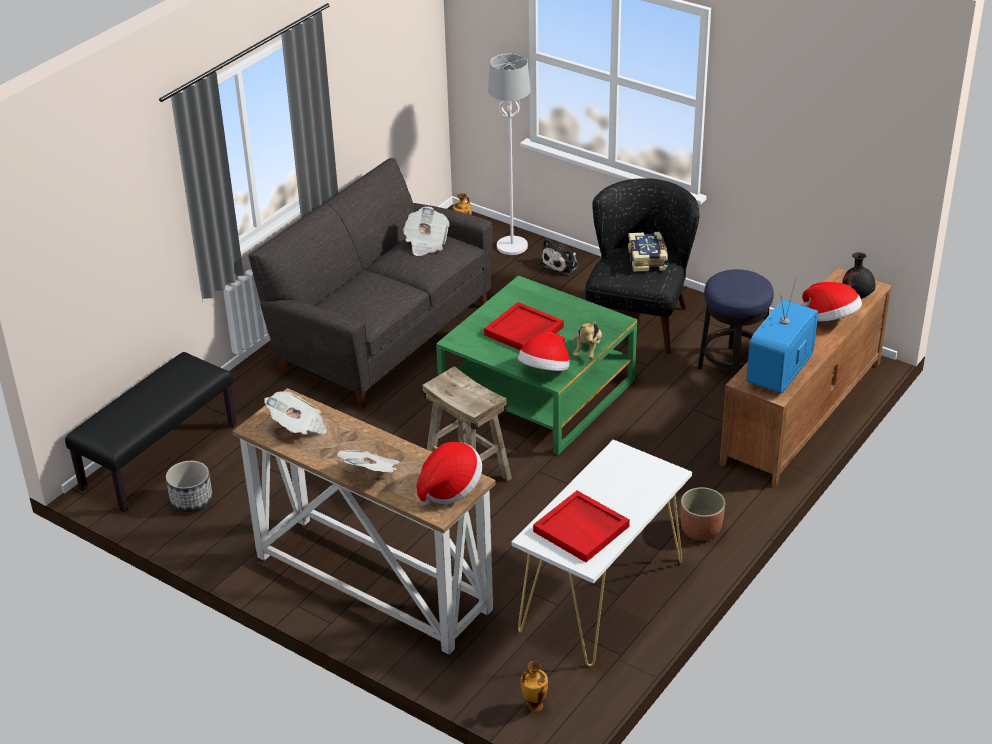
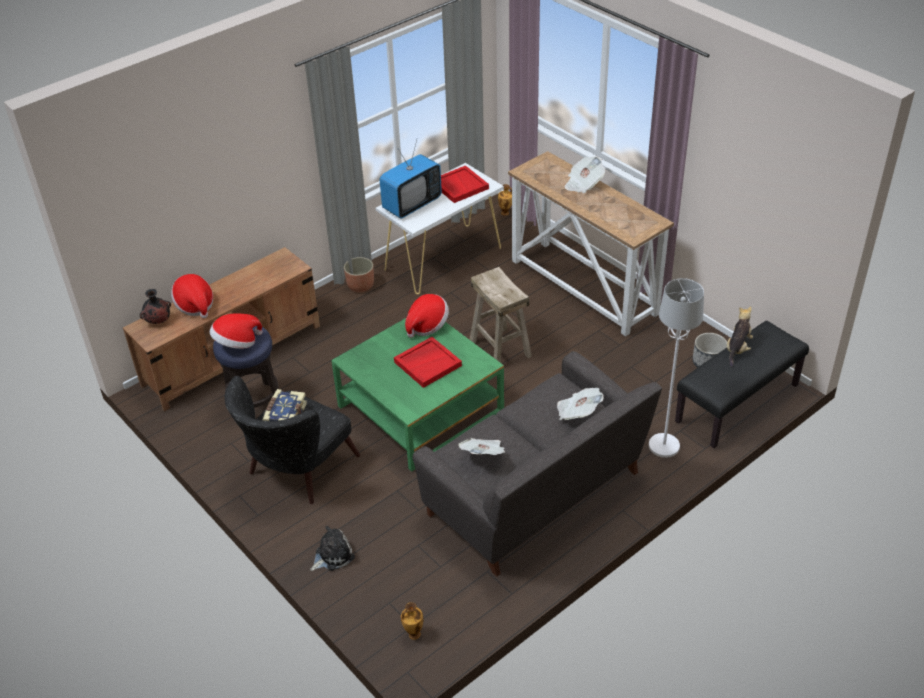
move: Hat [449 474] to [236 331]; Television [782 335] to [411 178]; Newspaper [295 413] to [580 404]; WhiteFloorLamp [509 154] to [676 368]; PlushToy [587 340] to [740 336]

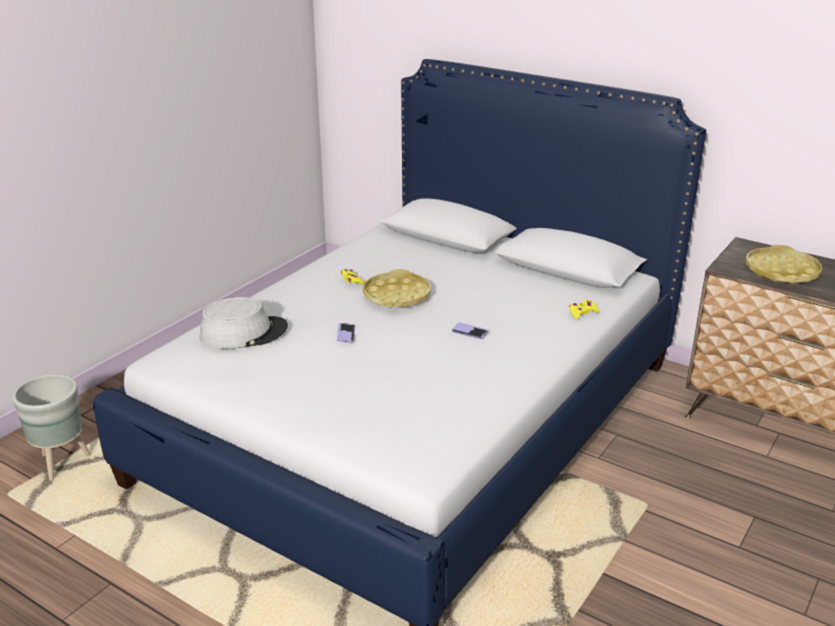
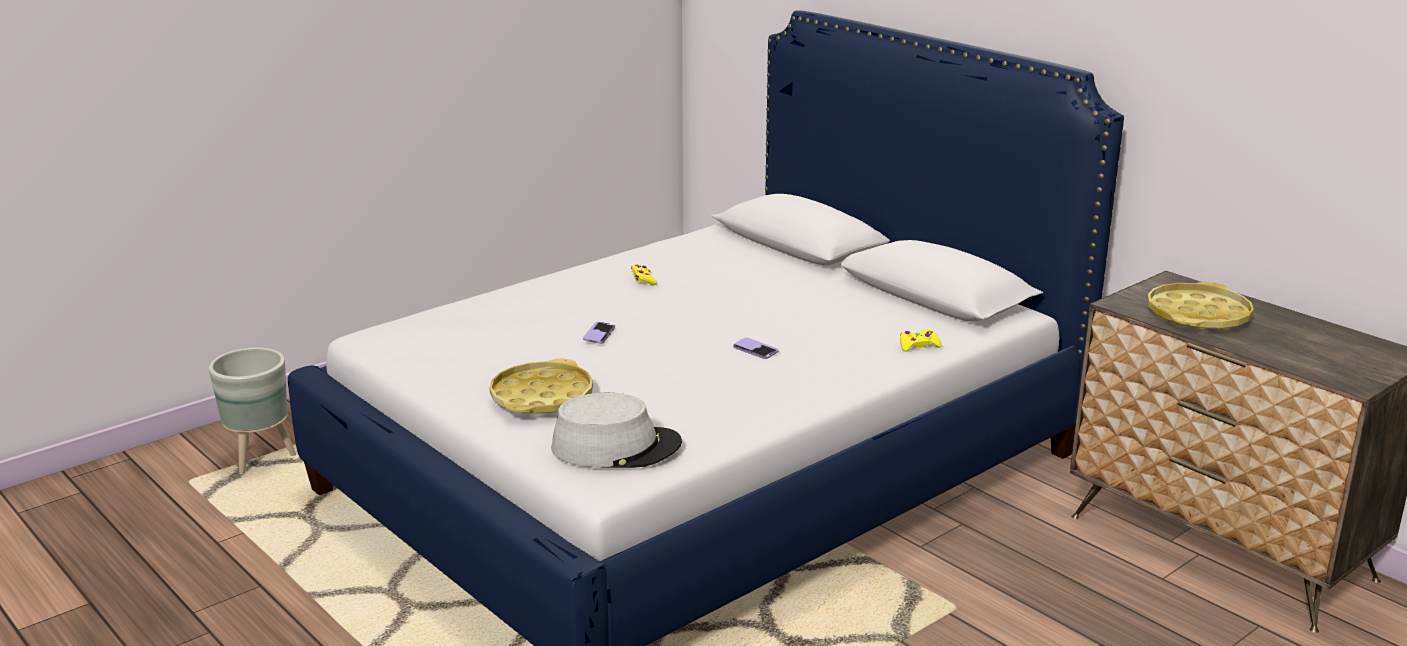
move: YellowTray [397 288] to [541 386]; GreyHat [244 323] to [617 430]

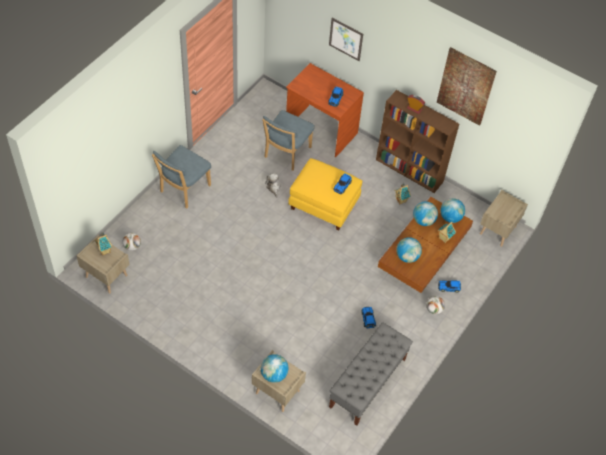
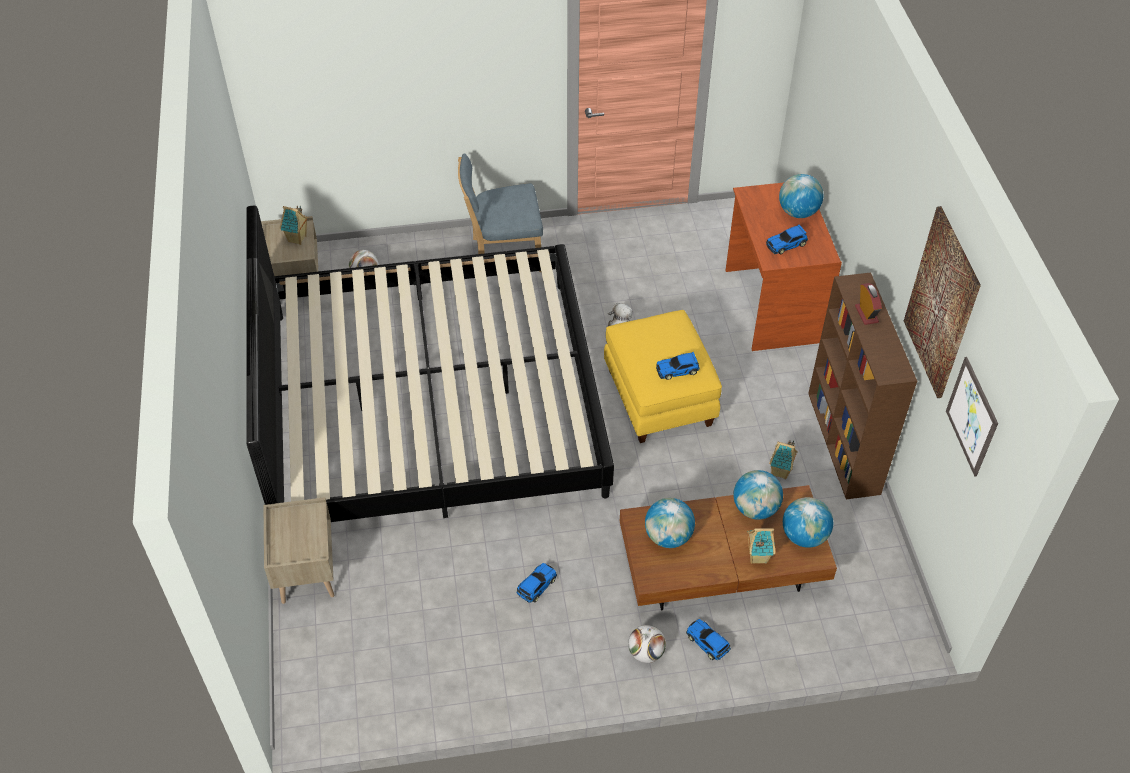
delete: BlueChair [288 140]; GreyBench [371 374]; BeigeNightstand [504 218]
insert: Bed [430 364]
move: Globe [274 368] to [801 196]; Picture [346 39] to [972 417]

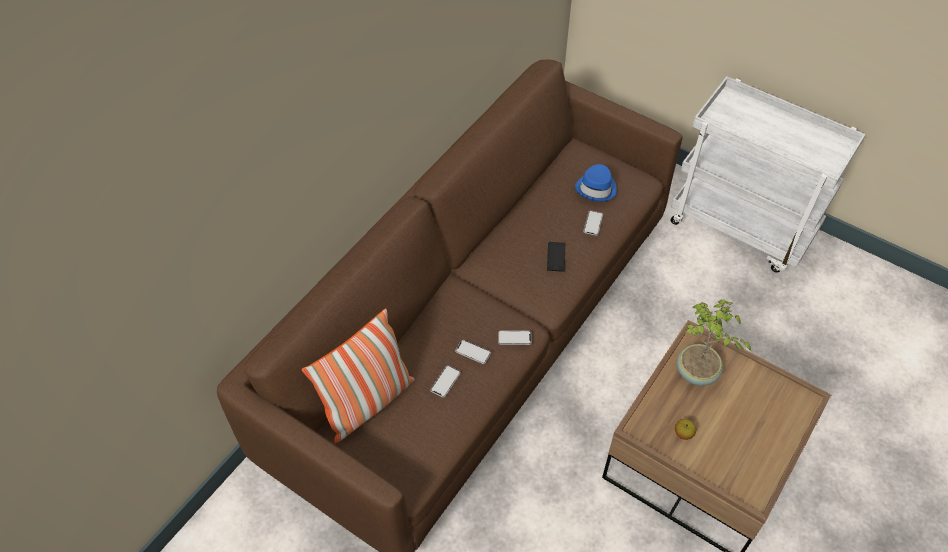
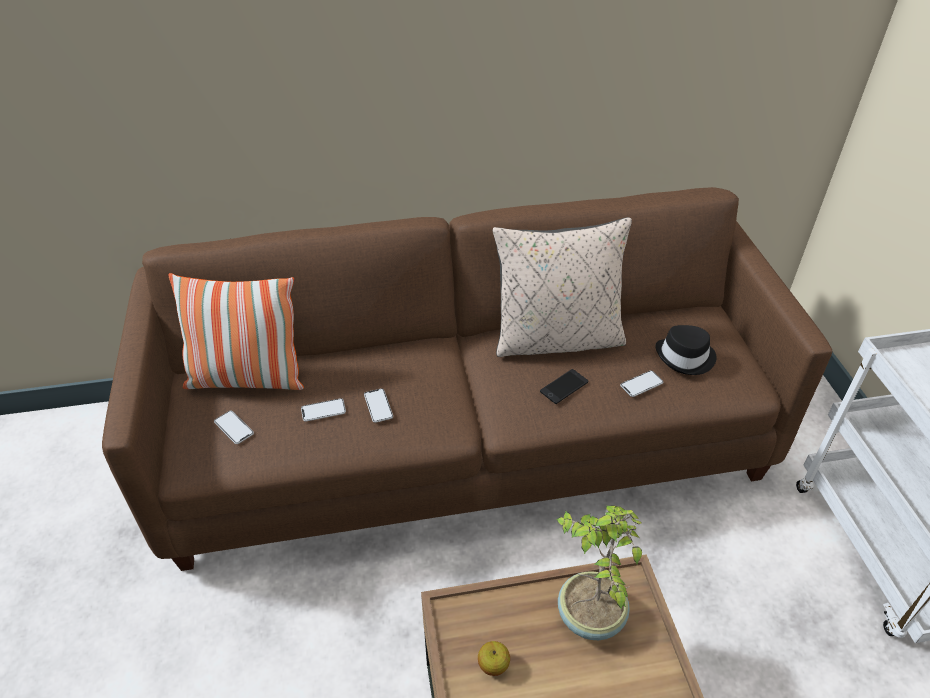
insert: BeigePillow [562 287]
move: Phone [514 337] to [234 427]
recolor: BlueHat [596 183] to BlackHat [686 350]

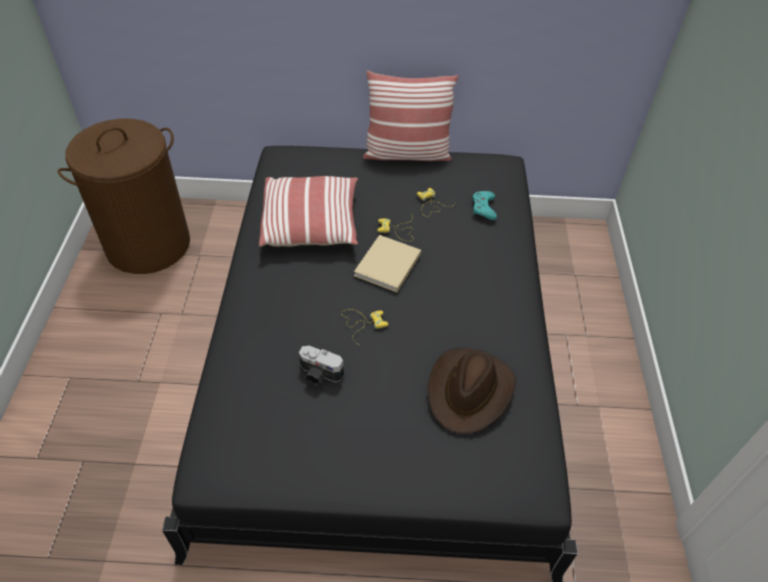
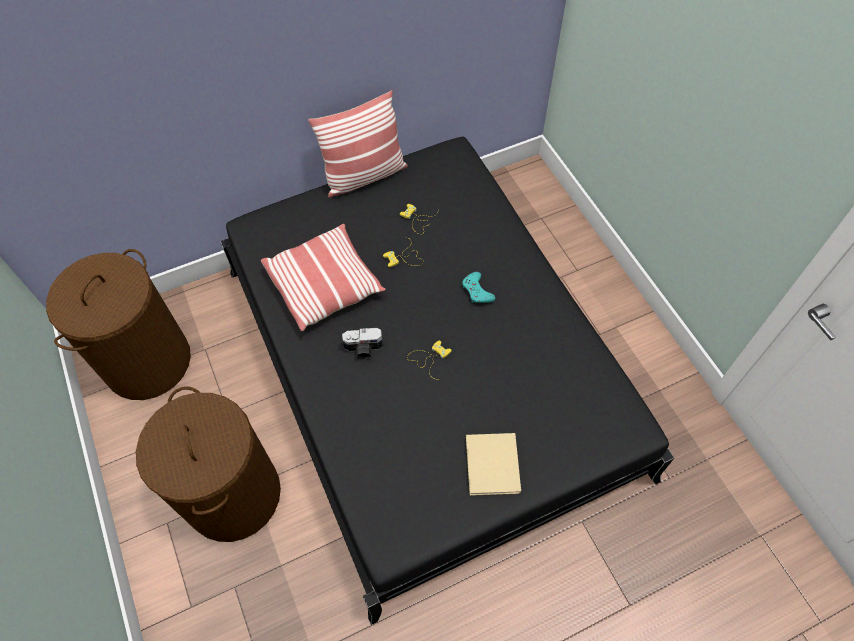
delete: BrownHat [472 391]
insert: BrownLaundryBasket [208 464]
move: PhotoCamera [321 366] to [362 344]; TurquoiseGameController [484 205] to [478 287]; BeigeBook [387 263] to [493 464]

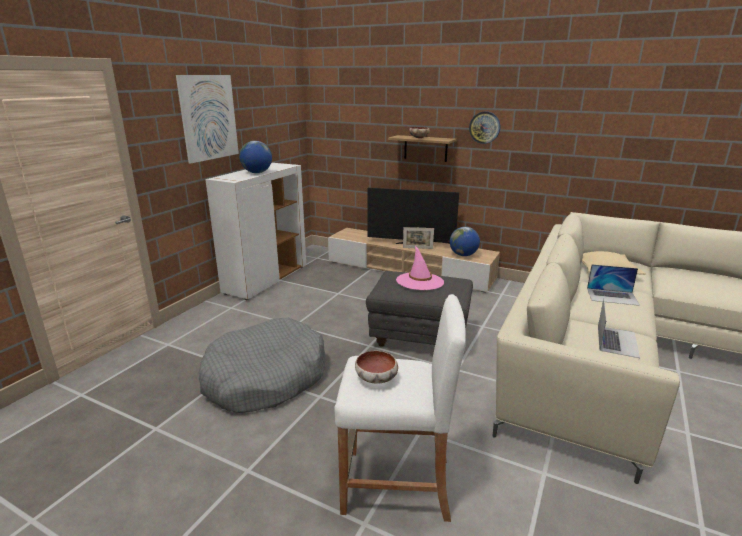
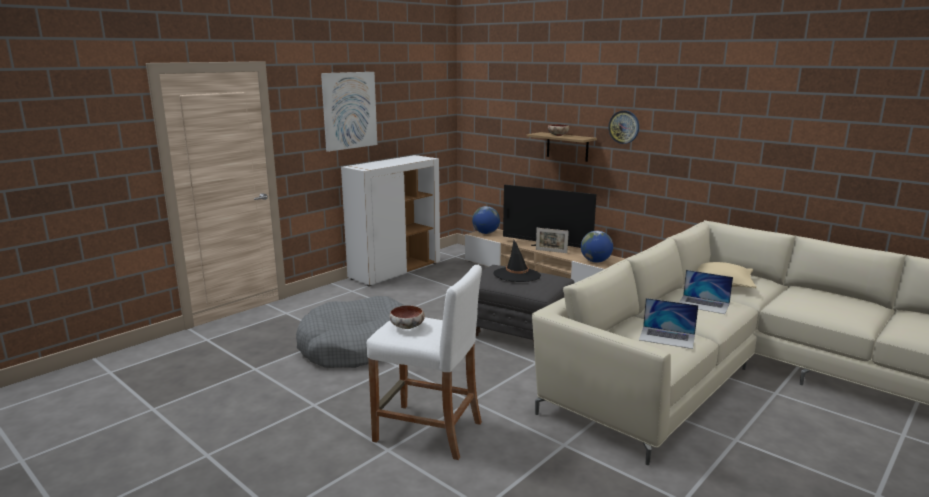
move: Globe [255 157] to [486 220]
recolor: PinkHat [420 268] to BlackHat [517 261]
rotate: Laptop [619 328] = [668 323] 75 degrees clockwise

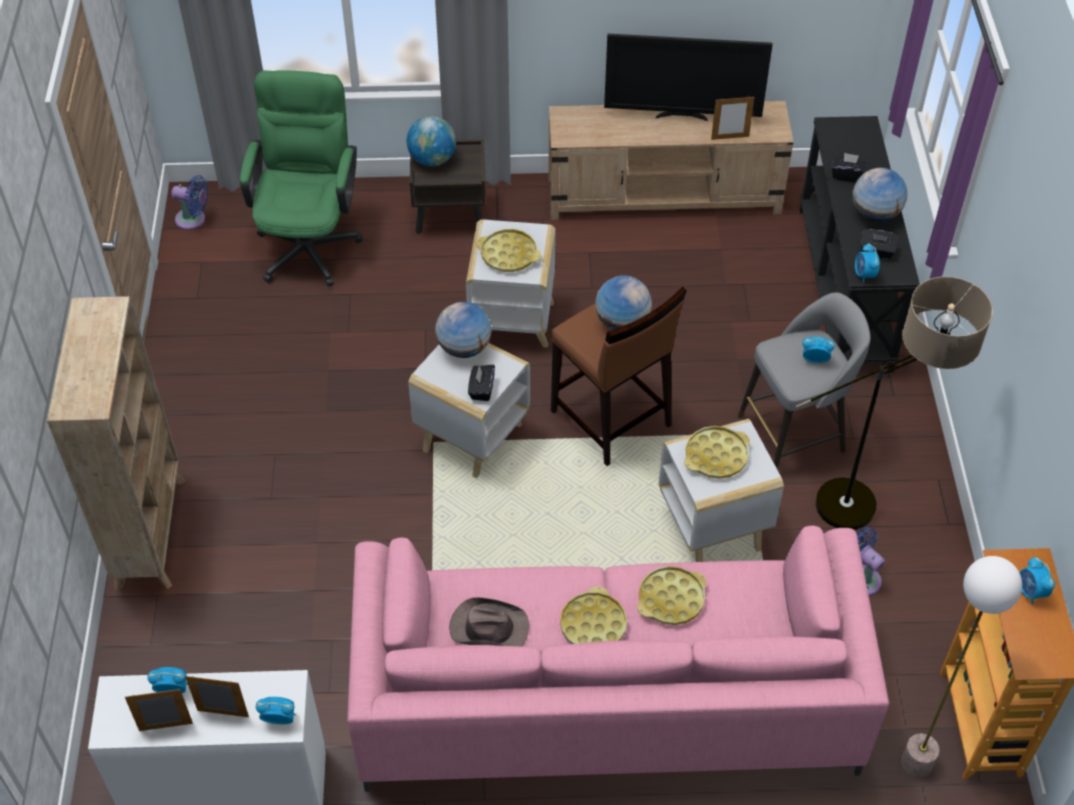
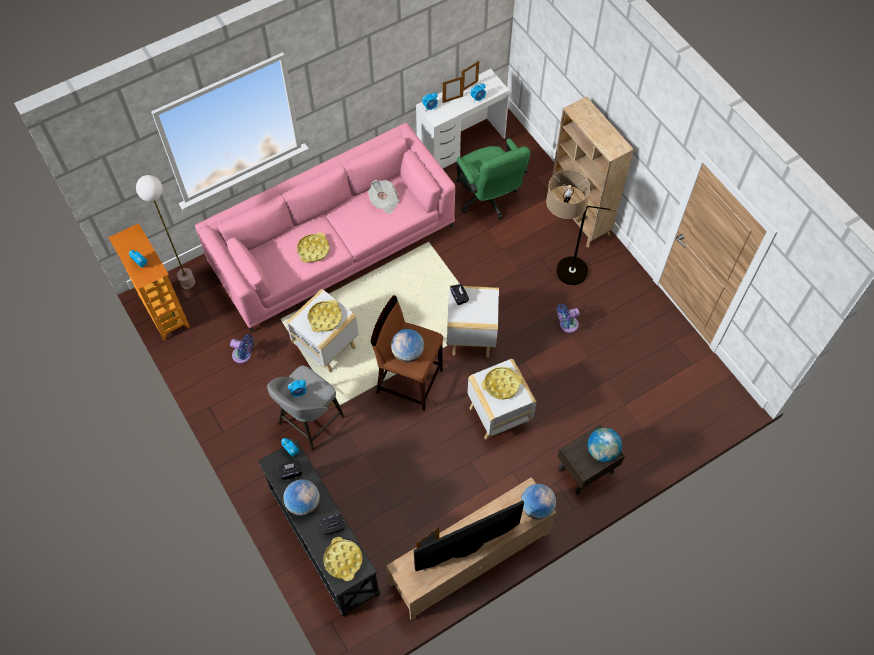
move: YellowTray [593 615] to [342 559]; GreenOfficeChair [301 178] to [493 178]; Globe [463 330] to [538 502]; FloorLamp [894 403] to [580 227]; BlueFan [189 202] to [568 318]
replace: BrownHat [489 622] to Newspaper [384 197]

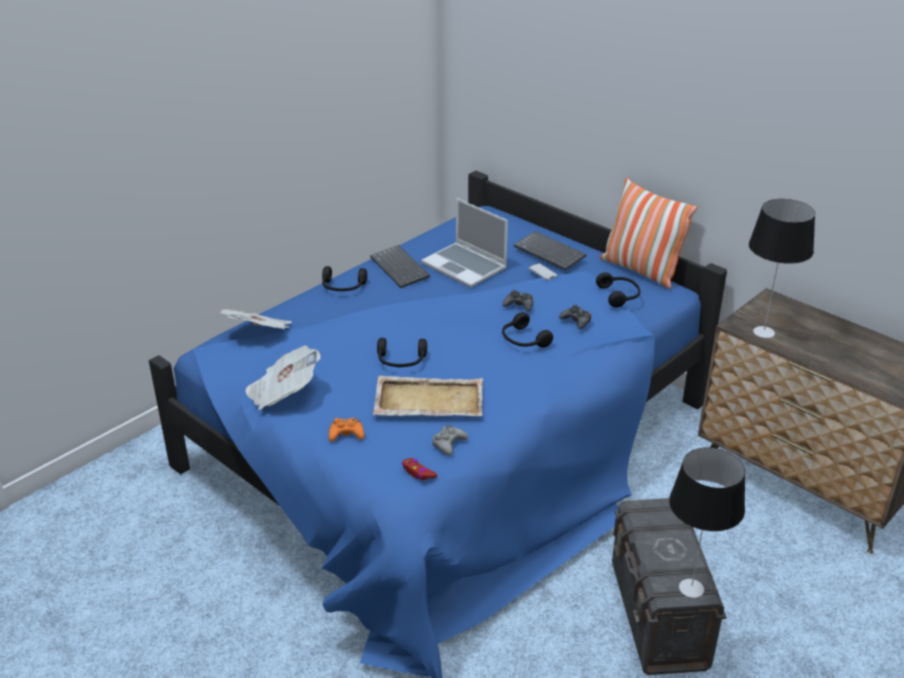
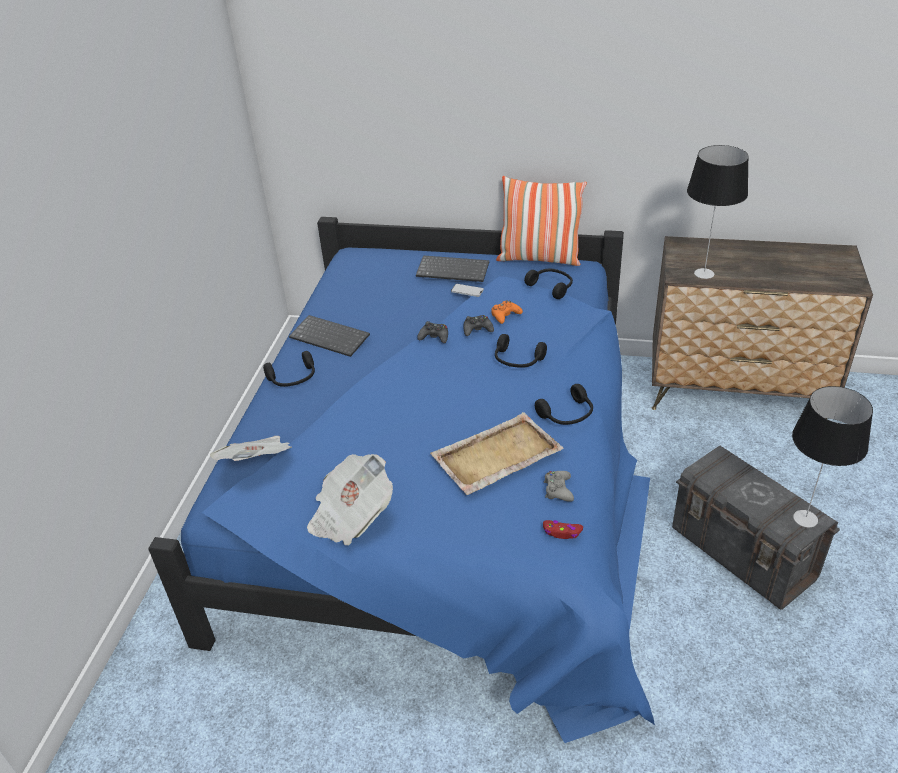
delete: Laptop [464 243]
move: BlackGameController [575 316] to [432 332]; OrangeGameController [346 430] to [507 312]; BlackHeadphones [402 352] to [564 404]

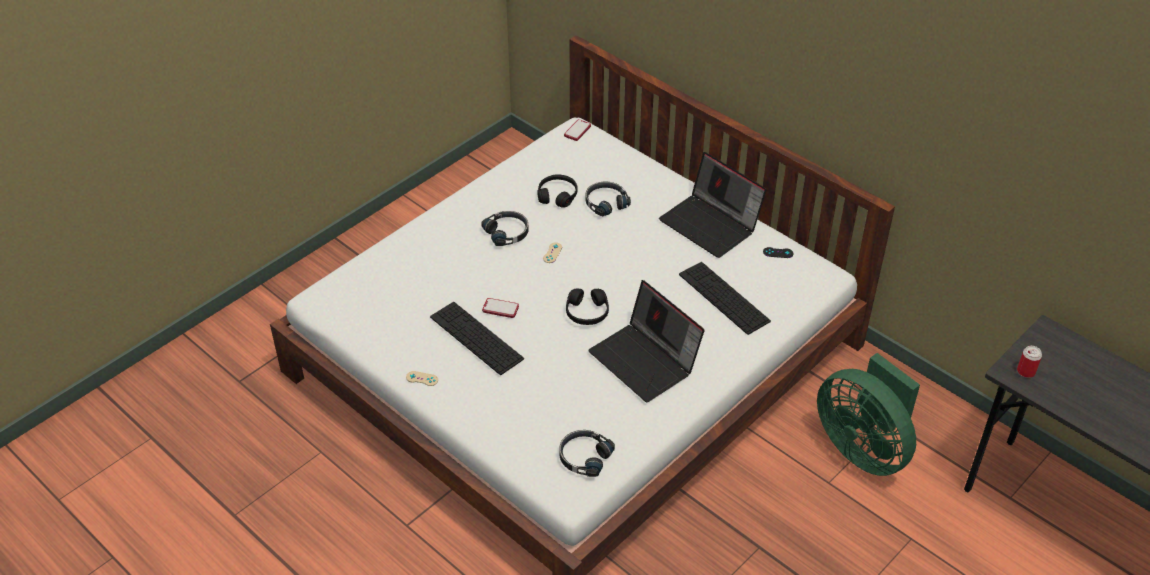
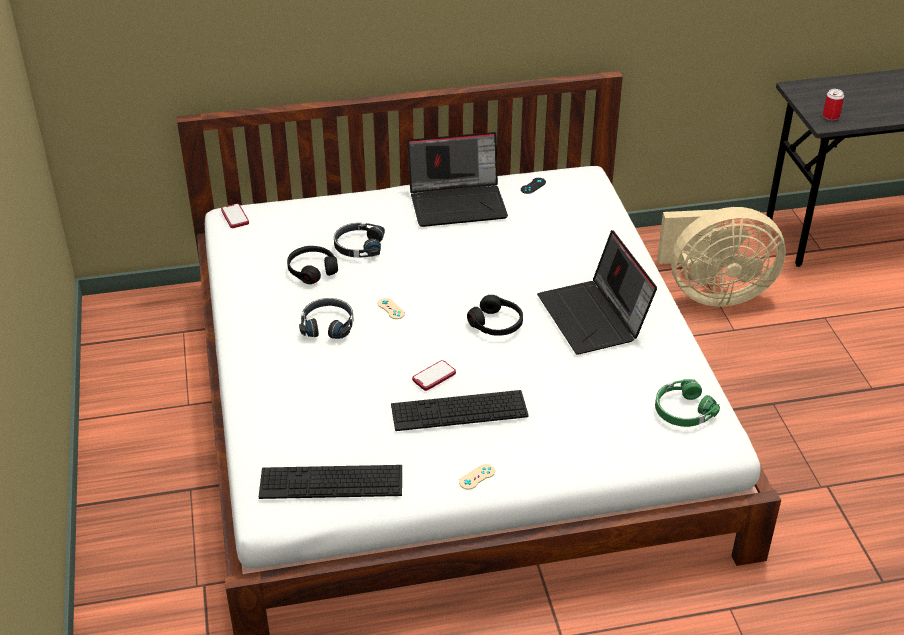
move: Keyboard [725 298] to [330 482]
recolor: BlackHeadphones [587 453] to GreenHeadphones [687 403]; GreenFan [868 414] to BeigeFan [721 256]
rotate: Laptop [646 341] = [597 292] 75 degrees clockwise

